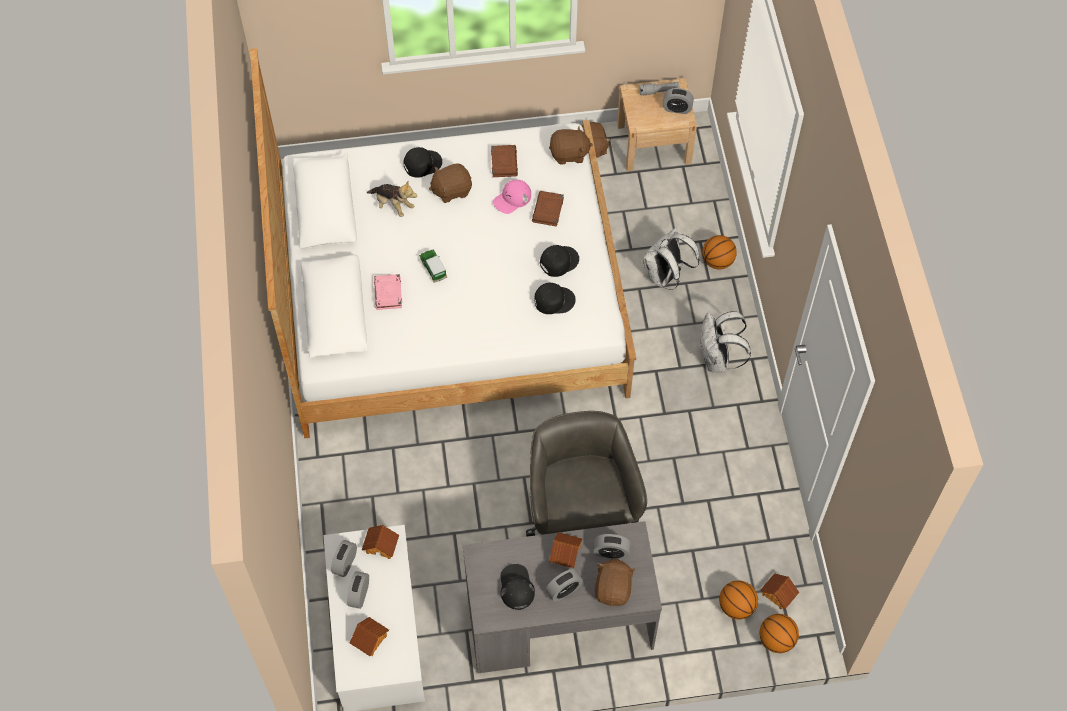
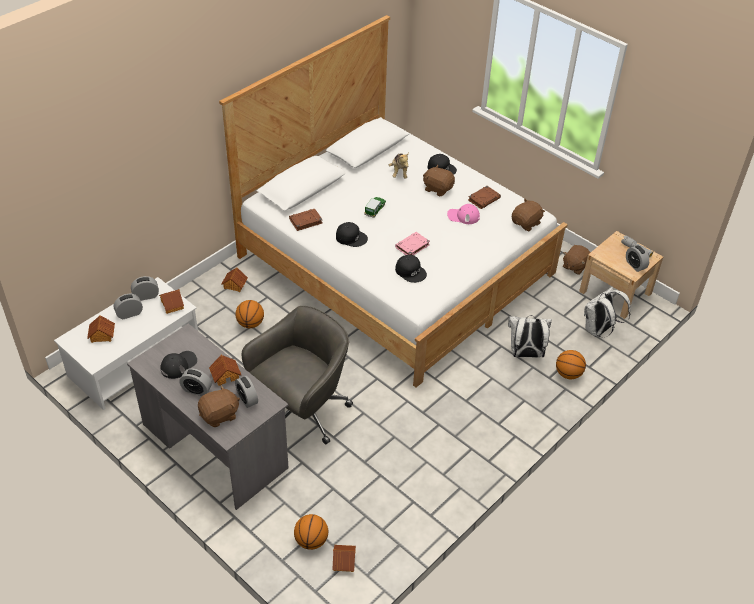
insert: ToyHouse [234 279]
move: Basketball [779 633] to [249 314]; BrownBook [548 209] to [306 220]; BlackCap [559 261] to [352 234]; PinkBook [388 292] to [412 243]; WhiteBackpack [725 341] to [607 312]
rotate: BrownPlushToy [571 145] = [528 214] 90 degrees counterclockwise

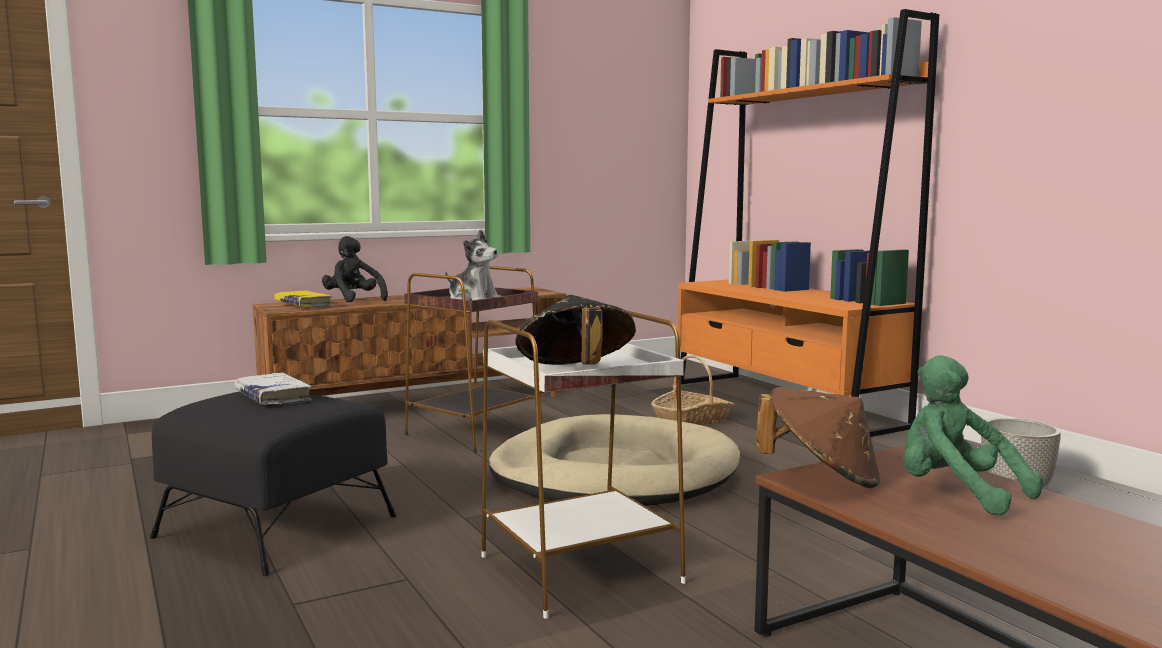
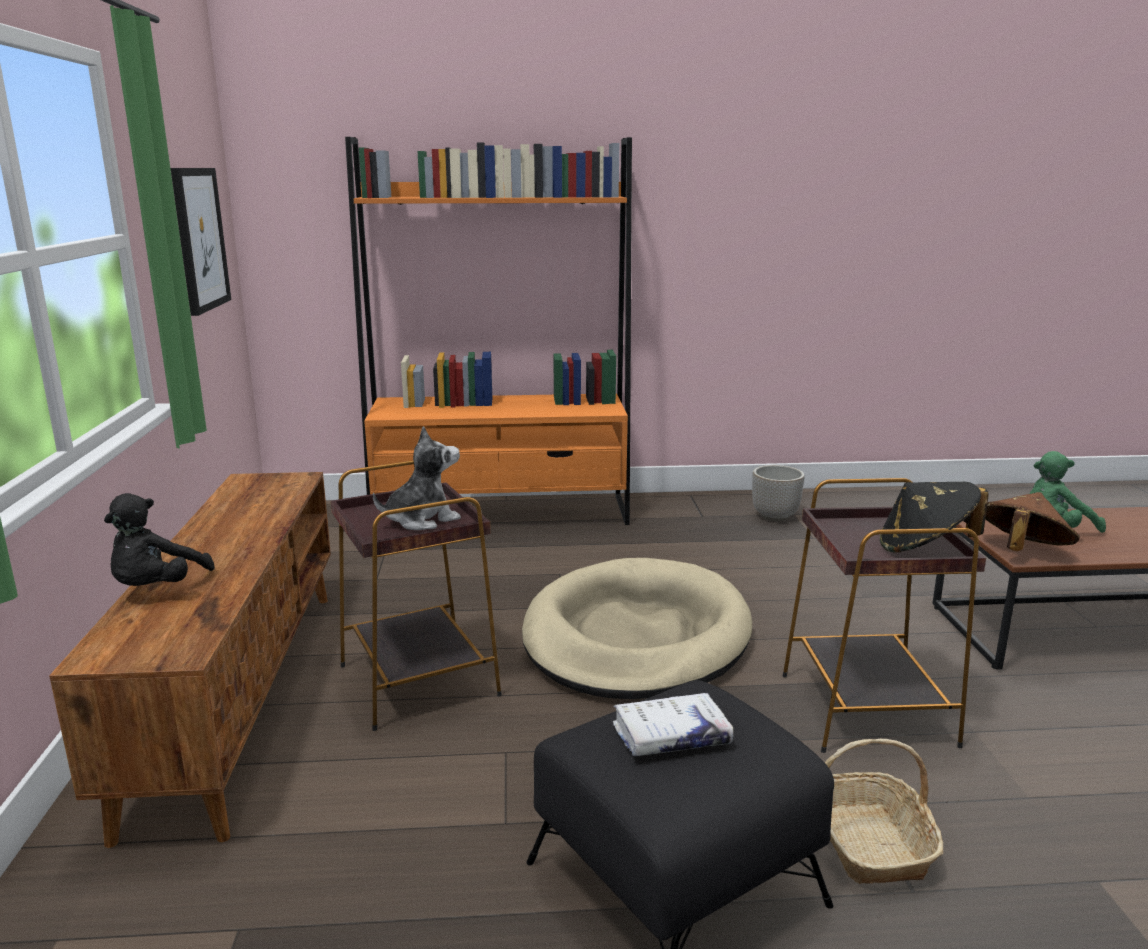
delete: YellowBook [303 298]
insert: Picture [201 242]
move: Basket [692 390] to [884 811]
recolor: WhiteSideTable [583 464] to BrownSideTable [884 615]
rotate: BlackPlushToy [355 269] = [159 539] 60 degrees counterclockwise

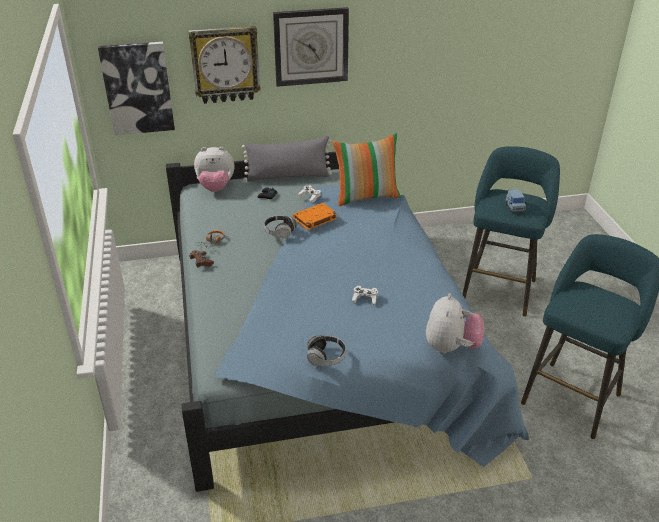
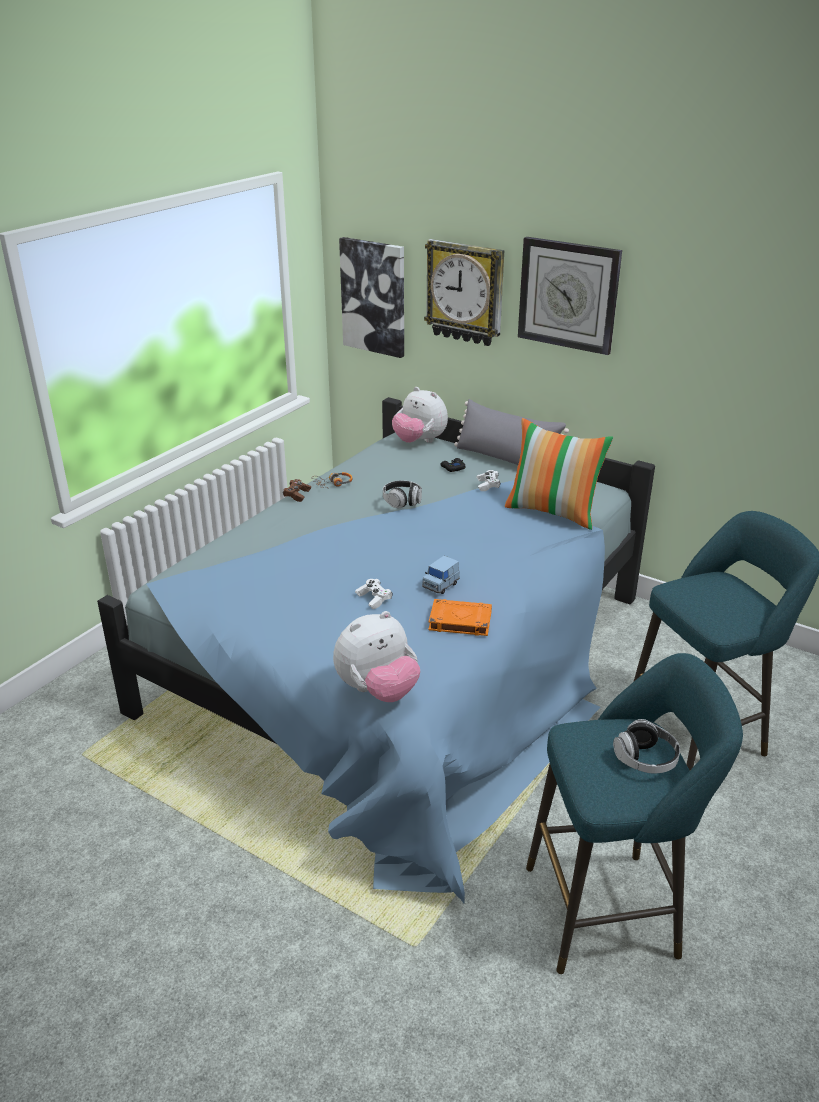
move: BlueToyCar [515 200] to [441 575]; OrangeBook [315 216] to [460 617]; Headphones [326 350] to [646 746]

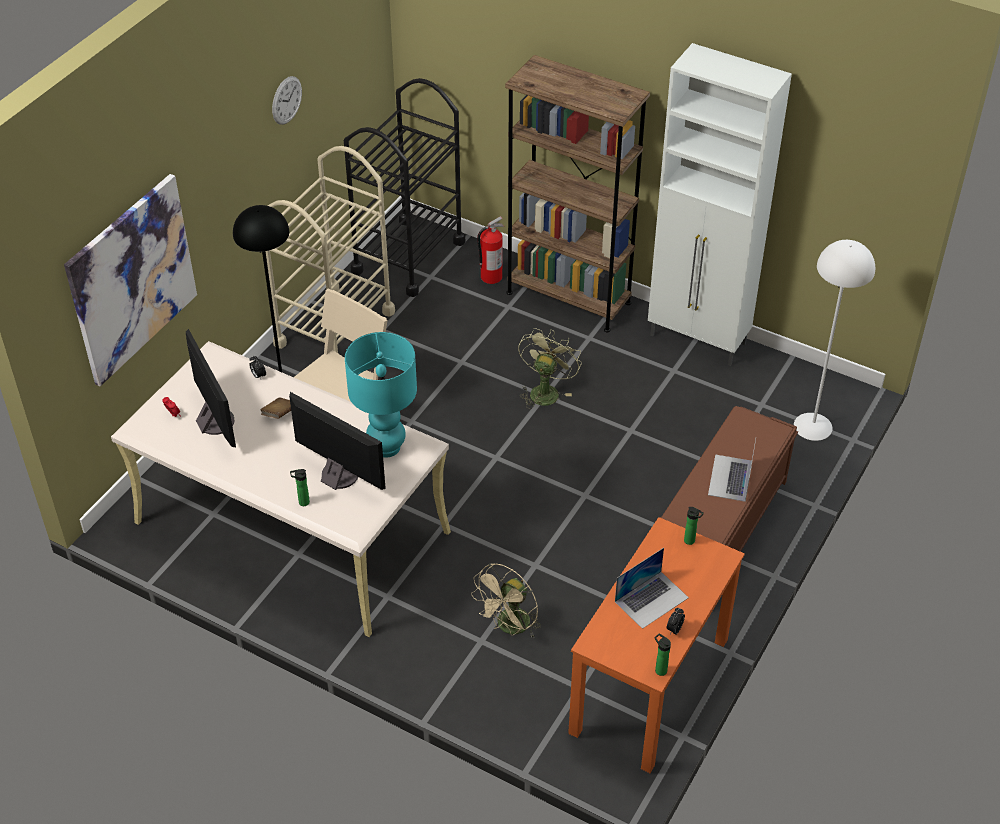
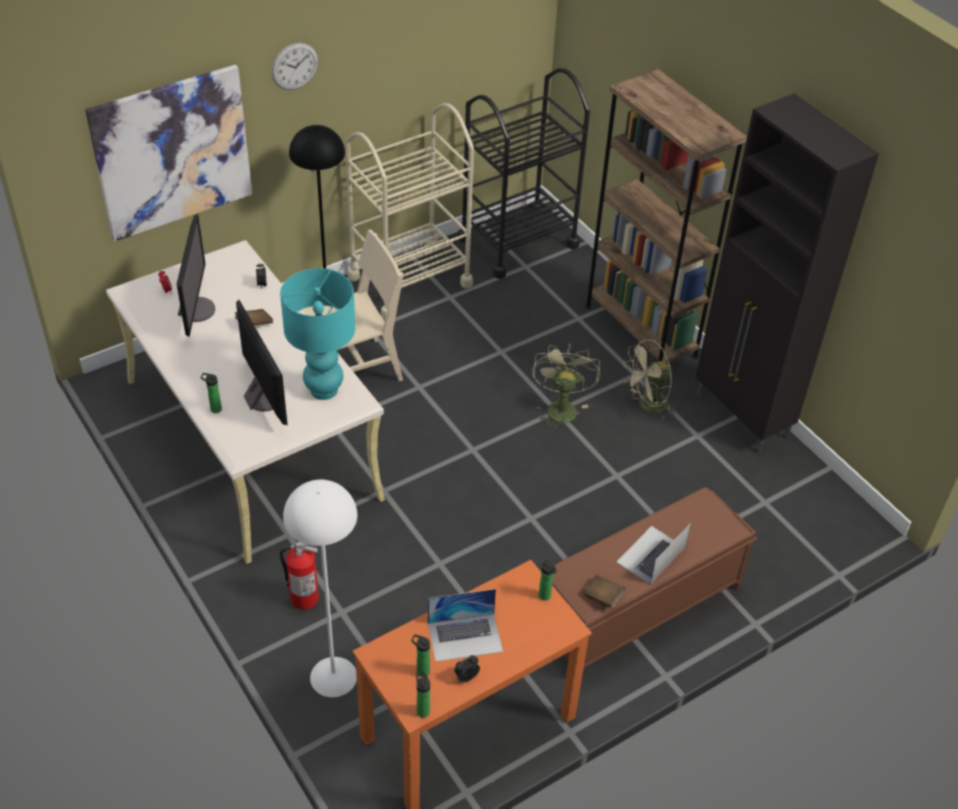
insert: Bottle [420 655]; BrownBook [604 591]
move: WallClock [287 100] to [295 66]; FireExtinguisher [490 250] to [299 576]; WhiteFloorLamp [834 340] to [320 588]; BeigeFan [506 600] to [651 380]
recolor: WhiteCabinet [720 204] to BlackCabinet [787 273]
rotate: GreenFan [550 368] = [566 386] 45 degrees counterclockwise

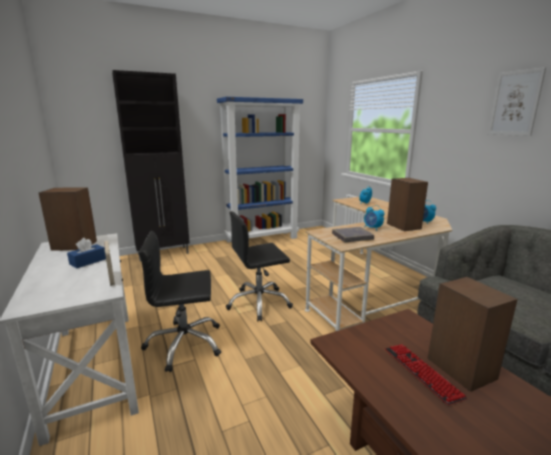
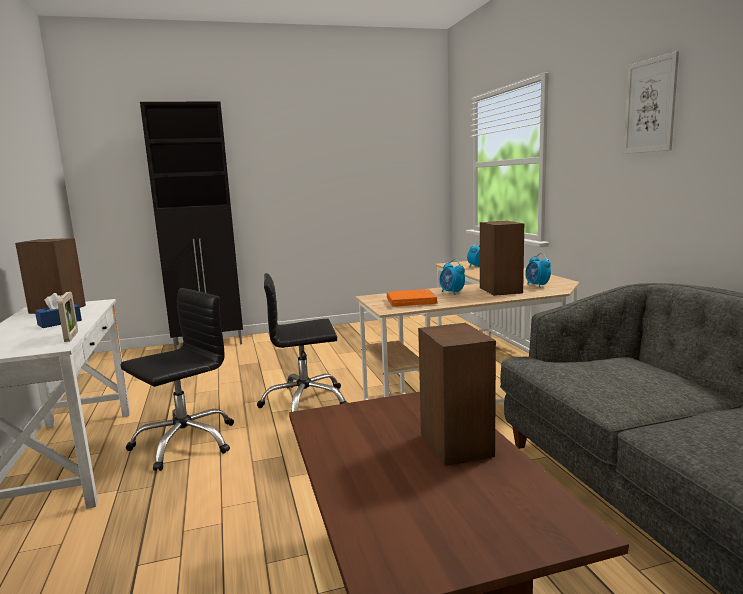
delete: BlueBookcase [260 169]; Keyboard [426 374]
recolor: GreyBook [353 234] to OrangeBook [412 298]
rotate: BlackOfficeChair [180 301] = [177 379] 135 degrees clockwise

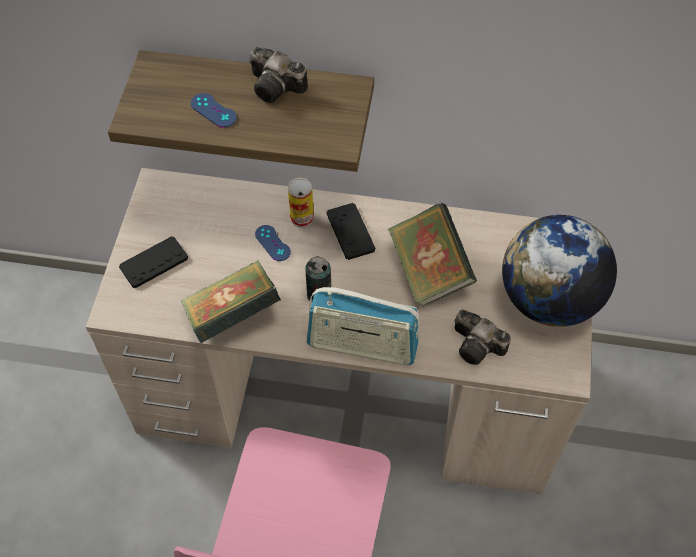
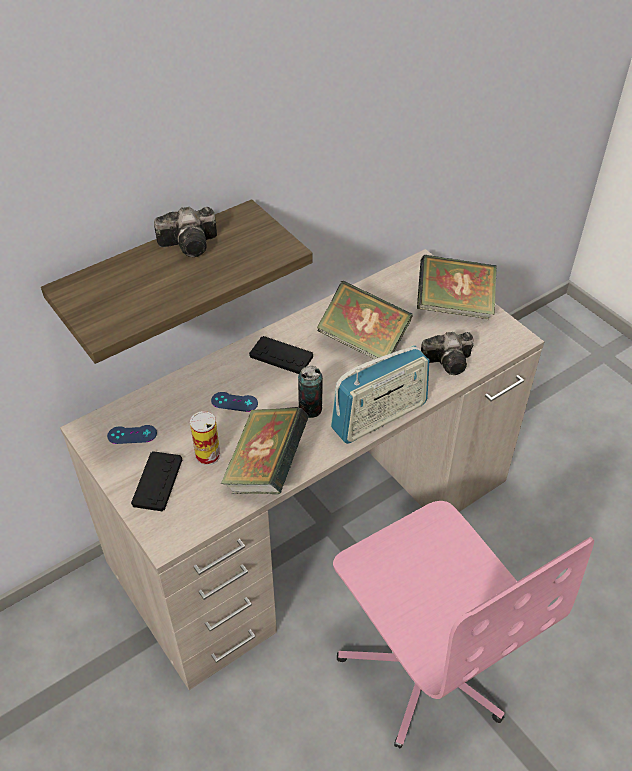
move: BlueGameController [214 110] to [132 434]; Can [301 203] to [205 438]
replace: Globe [559 271] to Book [457 287]

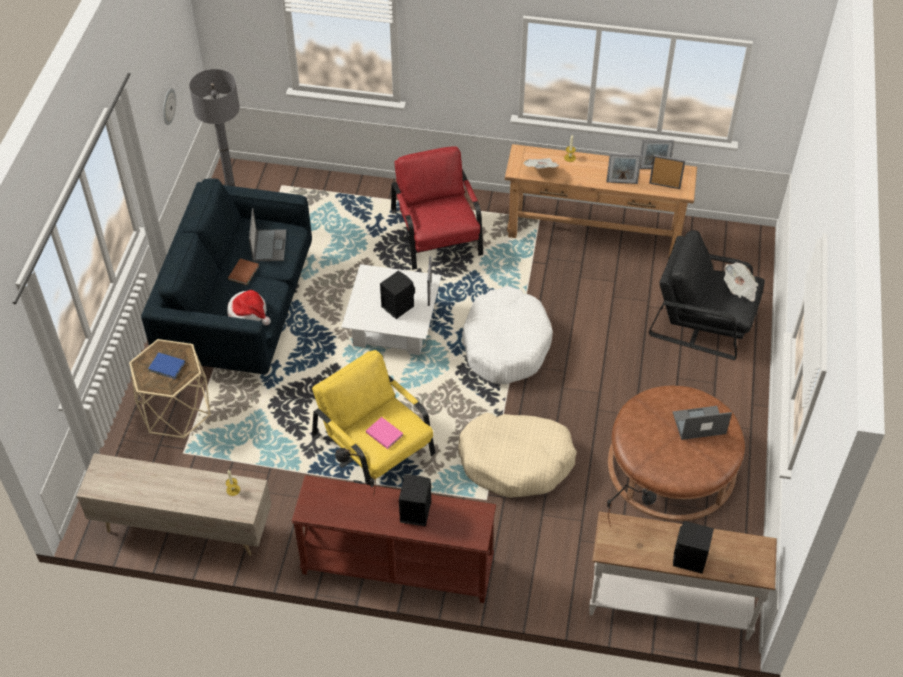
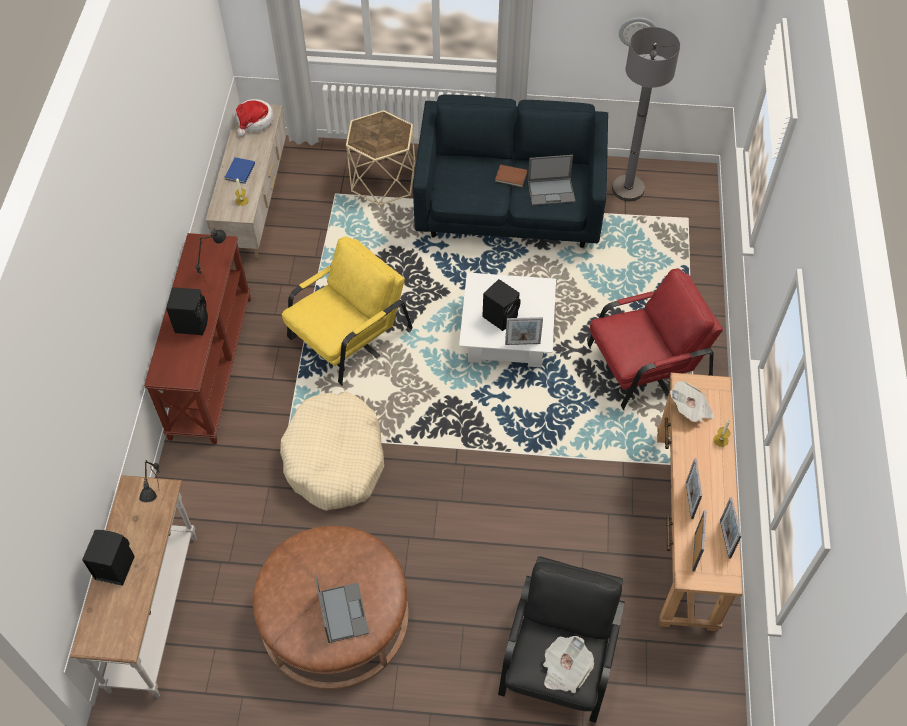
delete: PinkBook [384 433]; WhiteDogBed [507 335]
move: BlueBook [166 365] to [240 170]; Hat [249 307] to [255 118]

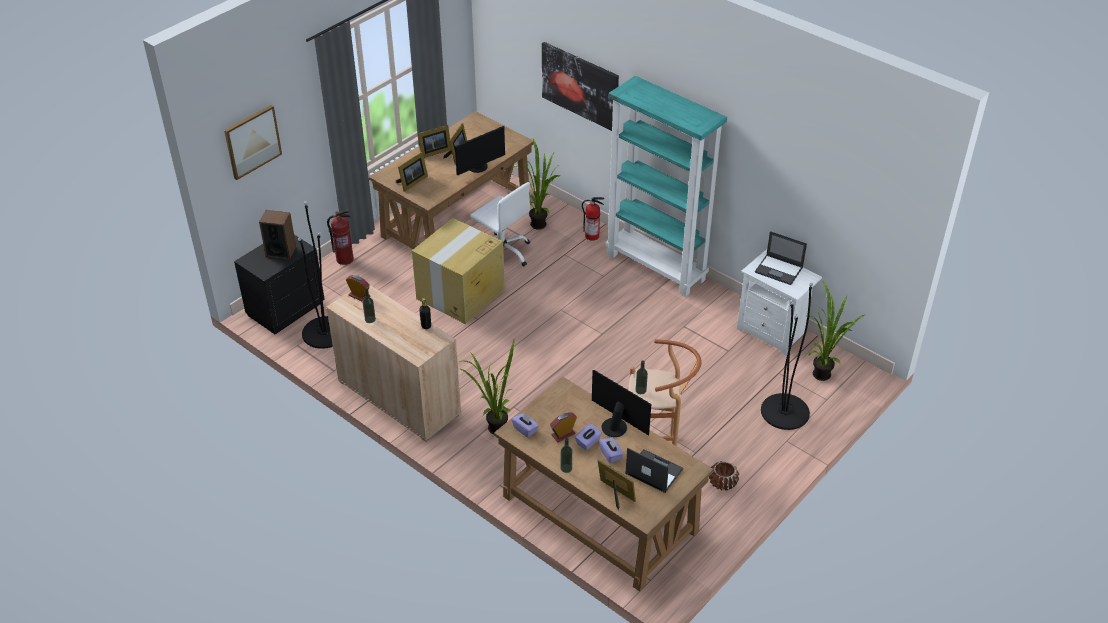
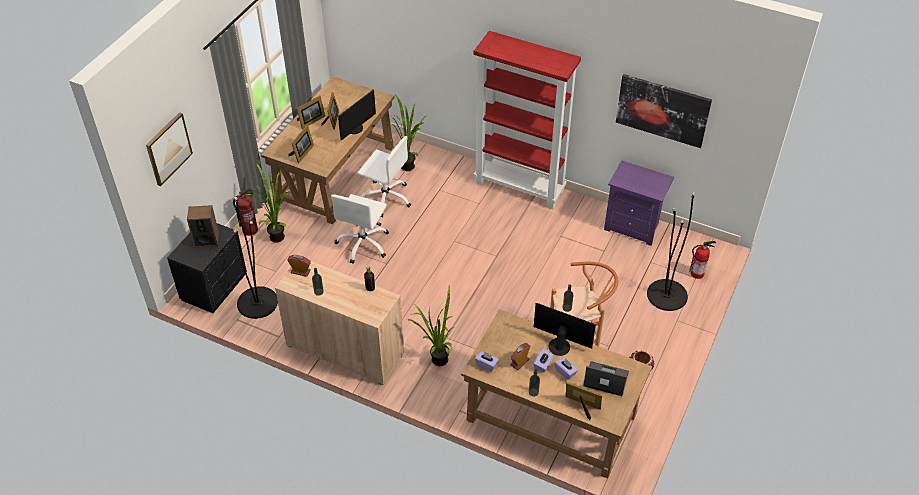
delete: Laptop [781 258]
move: PottedPlant [836 331] to [268 203]; Picture [580 86] to [664 111]; FireExtinguisher [593 219] to [702 260]
replace: CardboardBox [458 271] to WhiteOfficeChair [360 229]
recolor: TurquoiseBookcase [666 186] to RedBookcase [527 120]; WhiteNightstand [779 302] to PurpleNightstand [639 203]

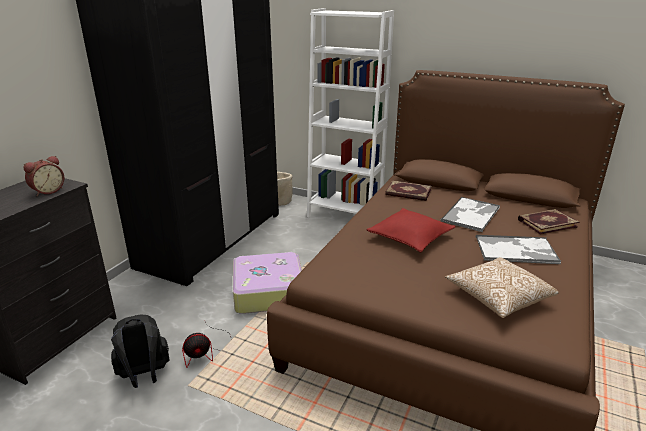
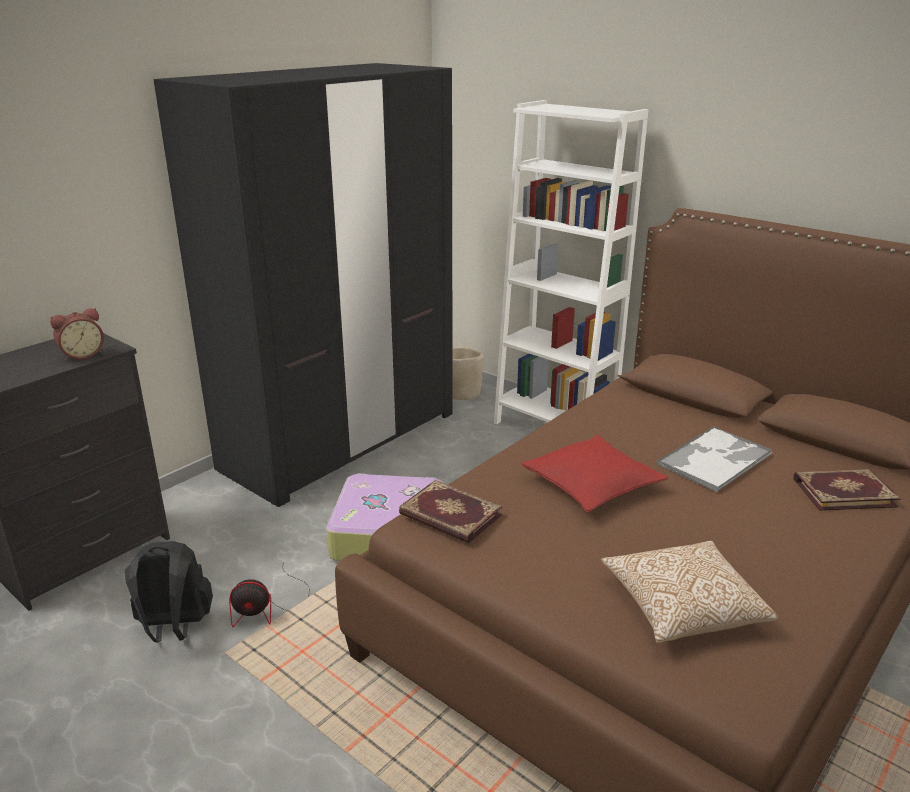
delete: Tray [518 249]
move: Book [408 190] to [450 511]

